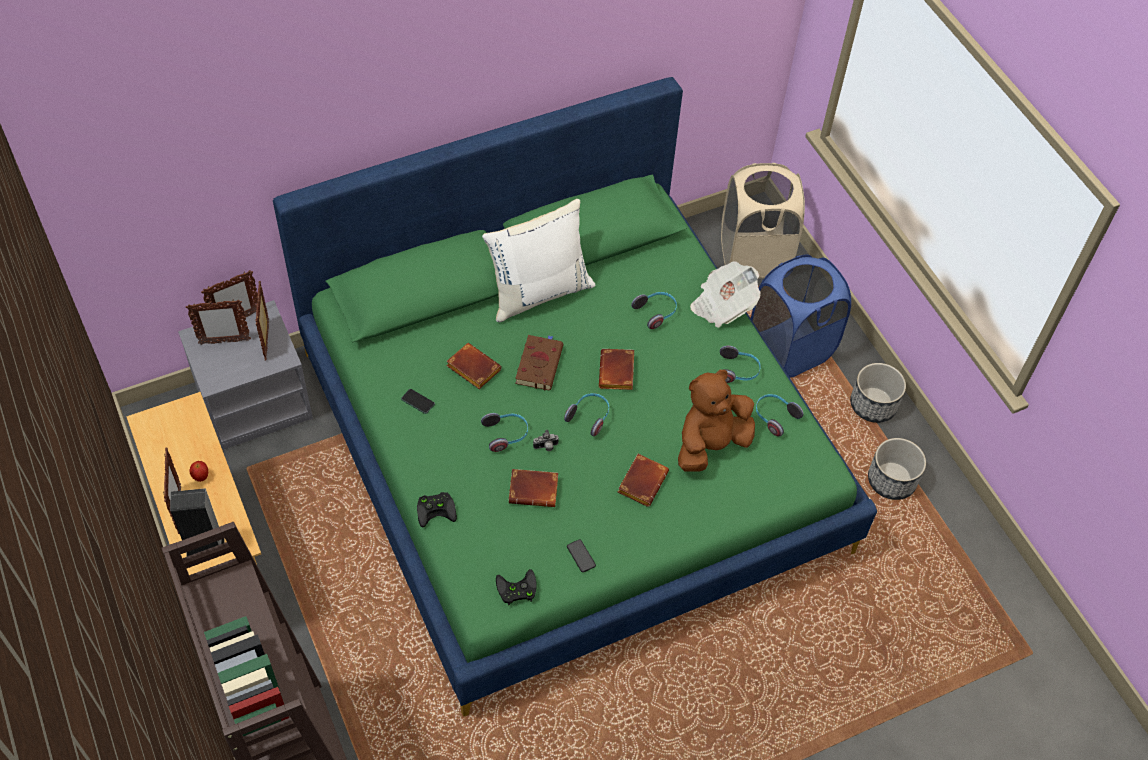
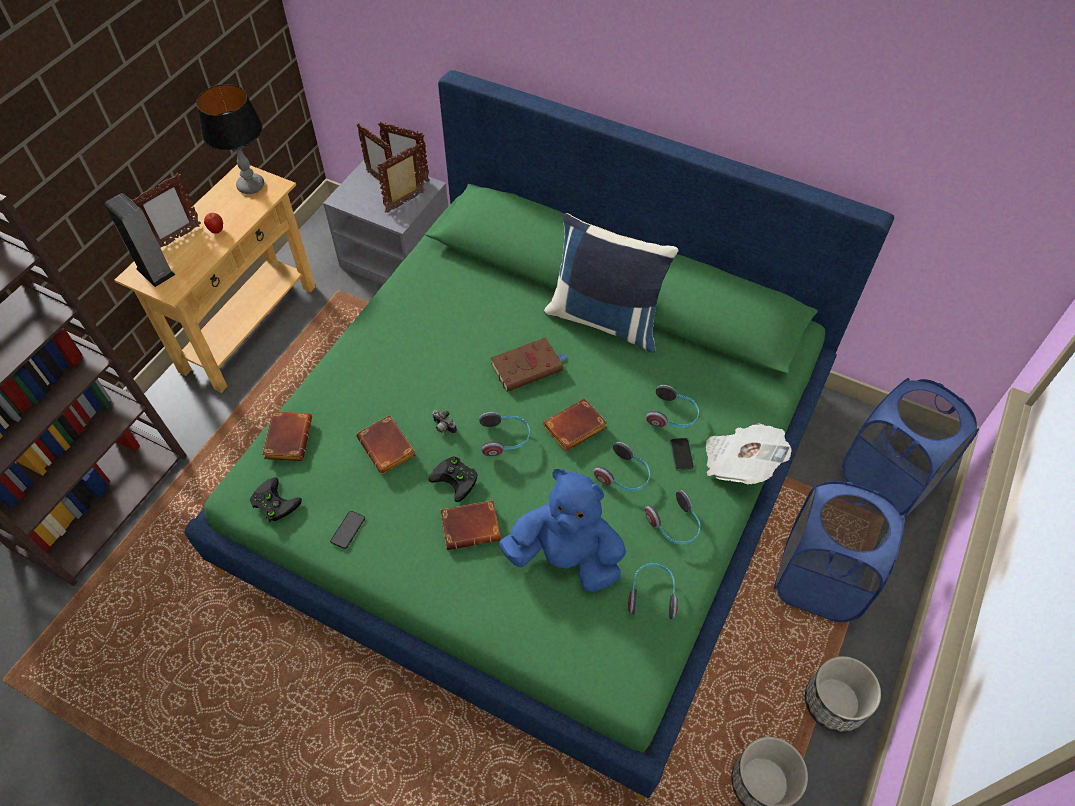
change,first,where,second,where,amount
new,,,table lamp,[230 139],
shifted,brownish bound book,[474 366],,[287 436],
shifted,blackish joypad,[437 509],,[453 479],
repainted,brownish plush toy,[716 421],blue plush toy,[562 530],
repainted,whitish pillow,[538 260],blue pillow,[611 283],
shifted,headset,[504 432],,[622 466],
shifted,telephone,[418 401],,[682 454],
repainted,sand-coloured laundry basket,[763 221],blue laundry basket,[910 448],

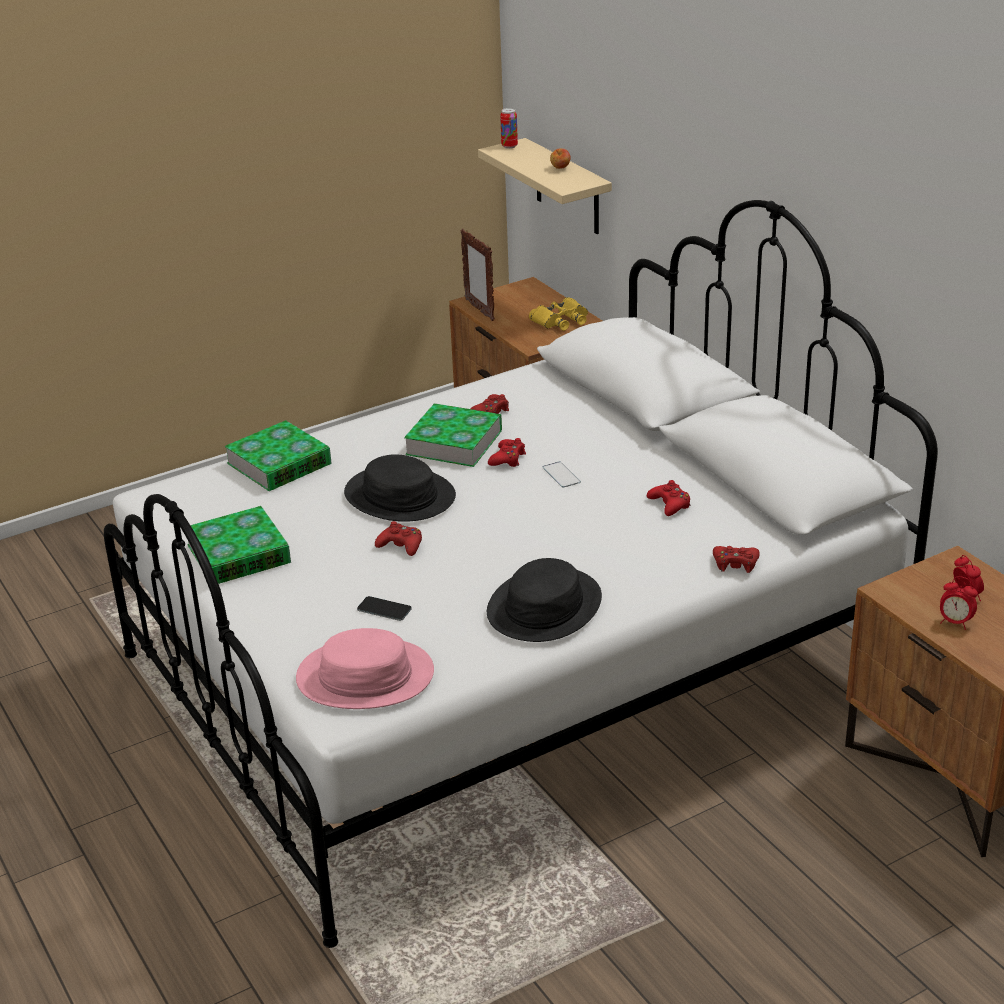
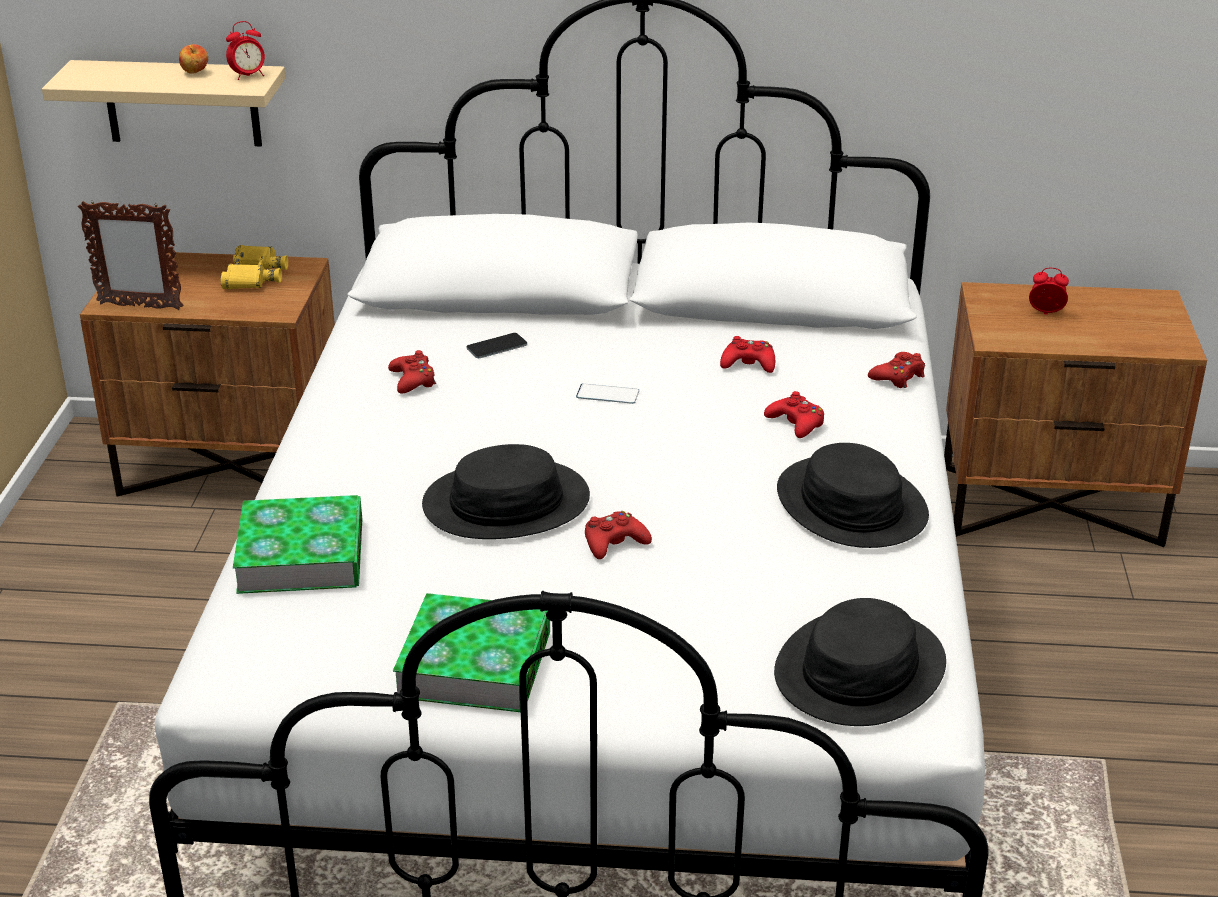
change,first,where,second,where,amount
shifted,table clock,[959 603],,[245 50],
shifted,telephone,[384 608],,[496 345],
shifted,red-coloured joypad,[507 452],,[794 414],
repainted,pink-coloured hat,[365 668],blackish hat,[860 662],
gone,bound book,[453 435],,,
gone,metal can,[509 128],,,

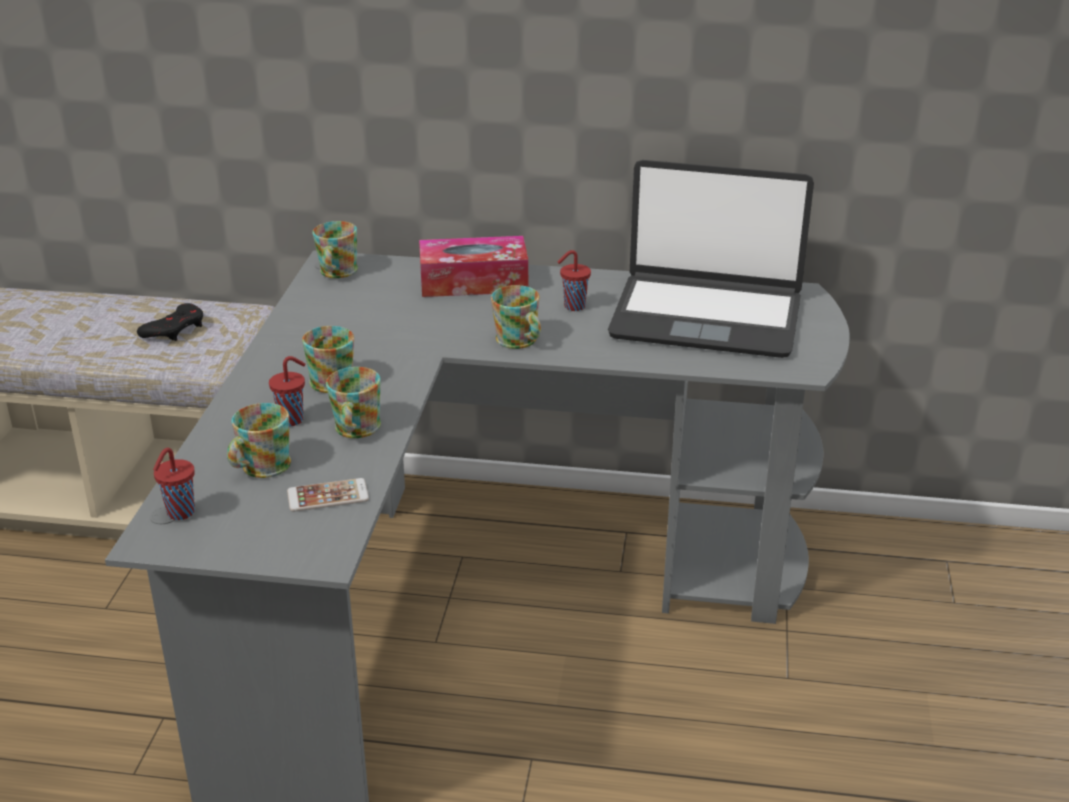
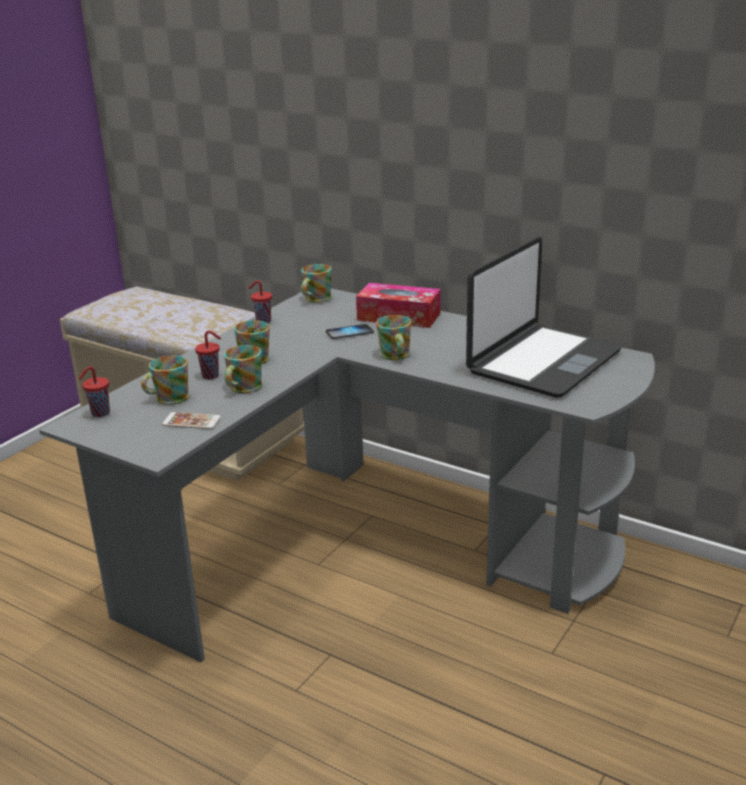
change,first,where,second,where,amount
shifted,red-coloured drinking cup,[574 280],,[260 301],
new,,,telephone,[350 331],
rotated,notebook computer,[711 259],,[544 317],90 degrees counterclockwise
gone,blackish joypad,[170 322],,,

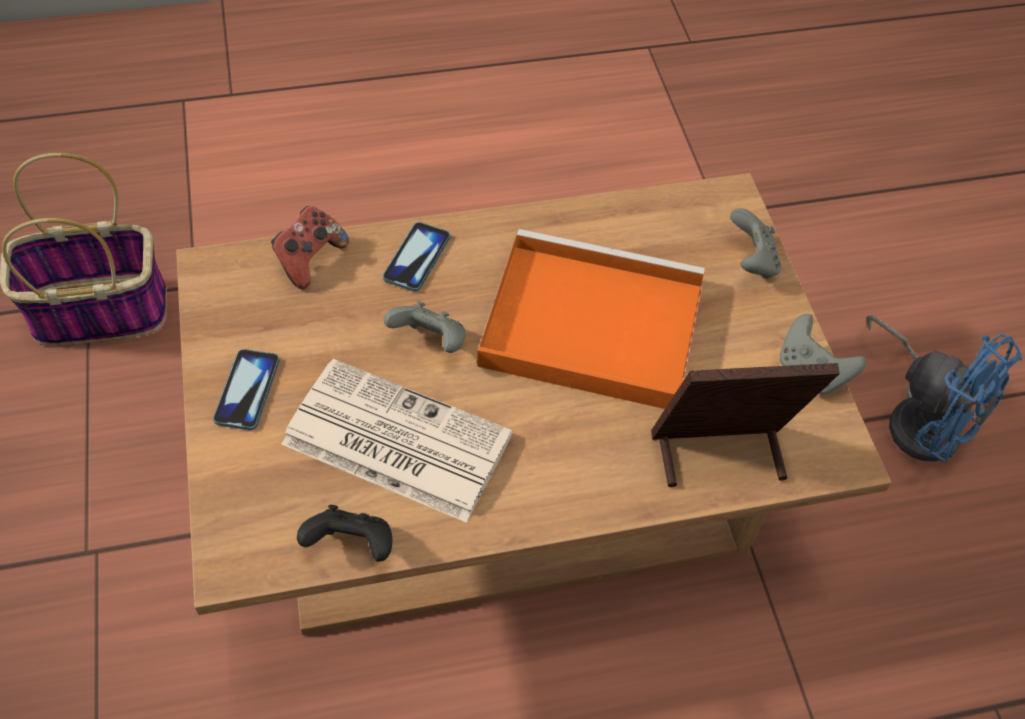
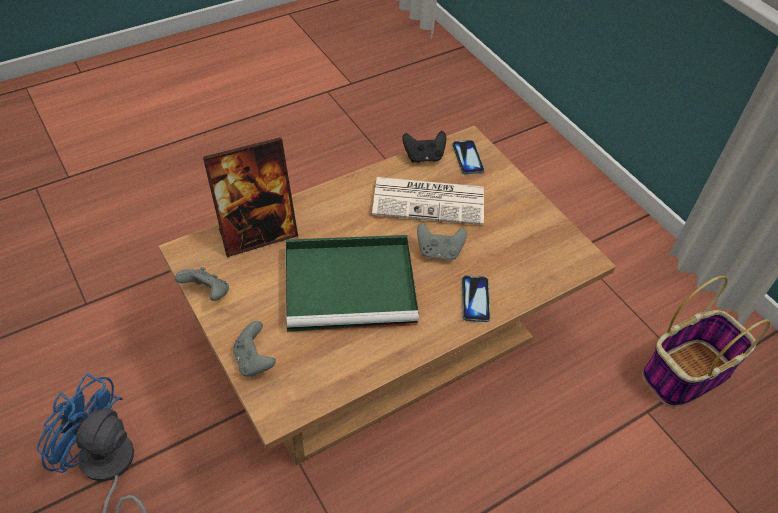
change,first,where,second,where,amount
repainted,orangey serving tray,[591 319],green serving tray,[352 283],
shifted,telephone,[246 389],,[468 157],
gone,joypad,[310 247],,,

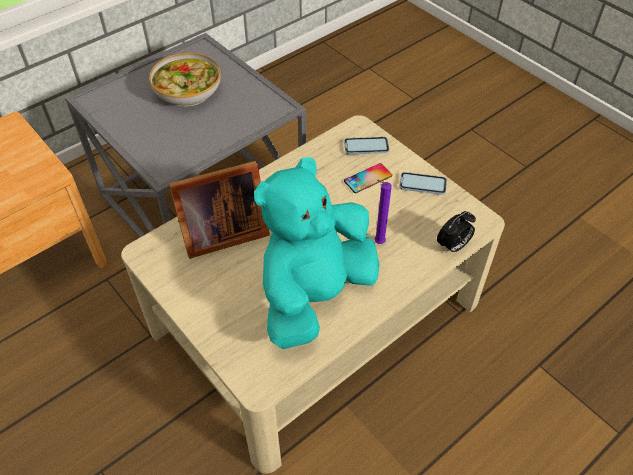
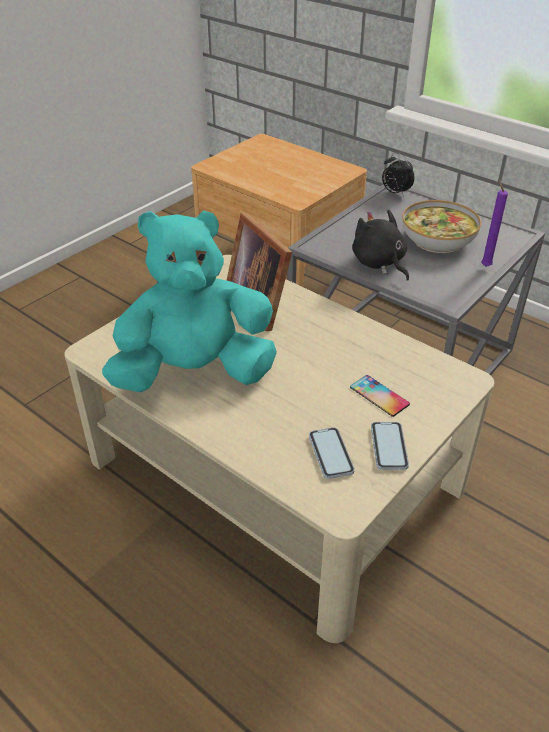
change,first,where,second,where,amount
rotated,turquoise-coloured plush toy,[317 253],,[189 301],45 degrees counterclockwise
shifted,telephone,[366 146],,[332 453],
new,,,blackish plush toy,[380 245],
shifted,table clock,[456 232],,[398 175],
shifted,purplish wax candle,[383 212],,[494 223],

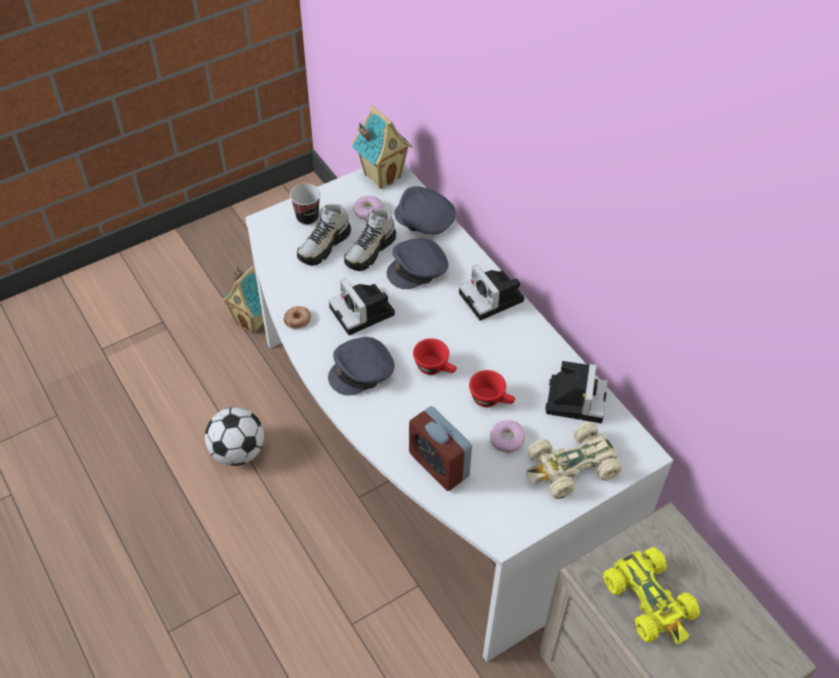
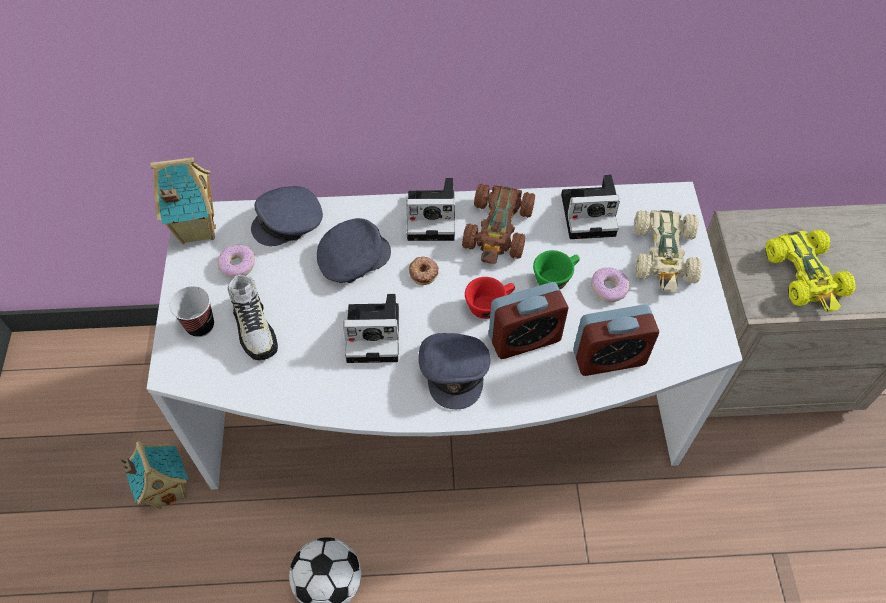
change,first,where,second,where,amount
rotated,grey peaked cap,[418 263],,[354 250],120 degrees counterclockwise
shifted,doughnut,[297 317],,[424 270],
new,,,brownish miniature car,[498 224],
new,,,table clock,[528 320],
repainted,red-coloured drinking cup,[492 388],green drinking cup,[556 269],
rotated,still camera,[576 392],,[590 206],135 degrees clockwise
rotated,yellow-coloured miniature car,[651 595],,[810 270],75 degrees clockwise
gone,item of footwear,[370 240],,,

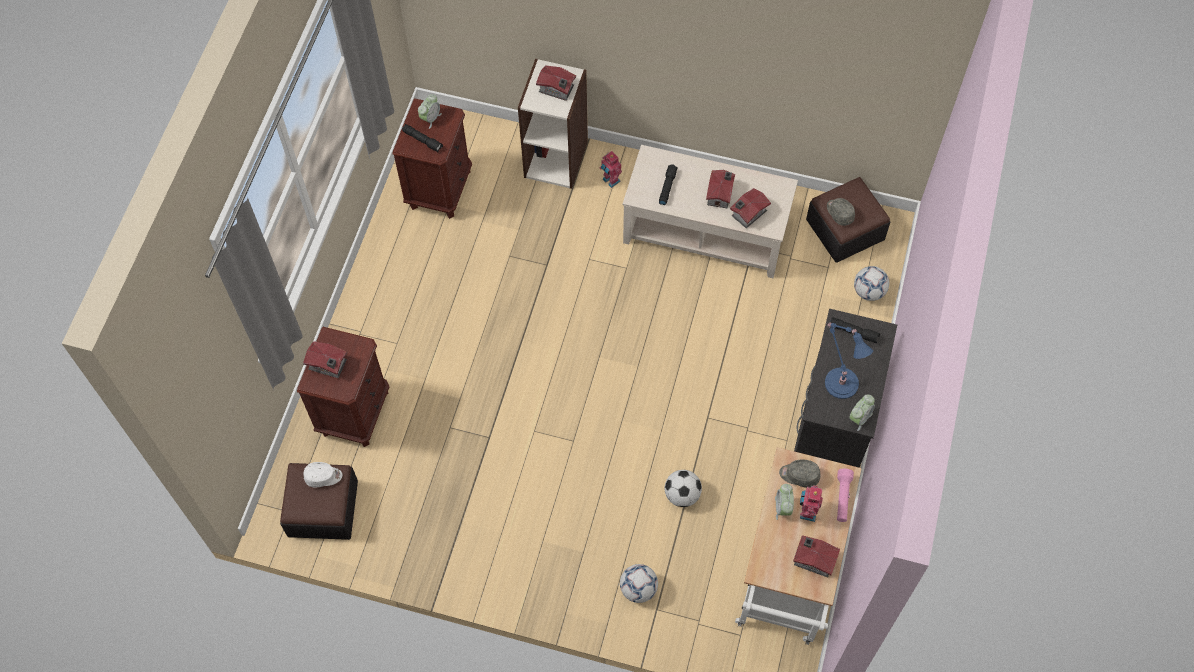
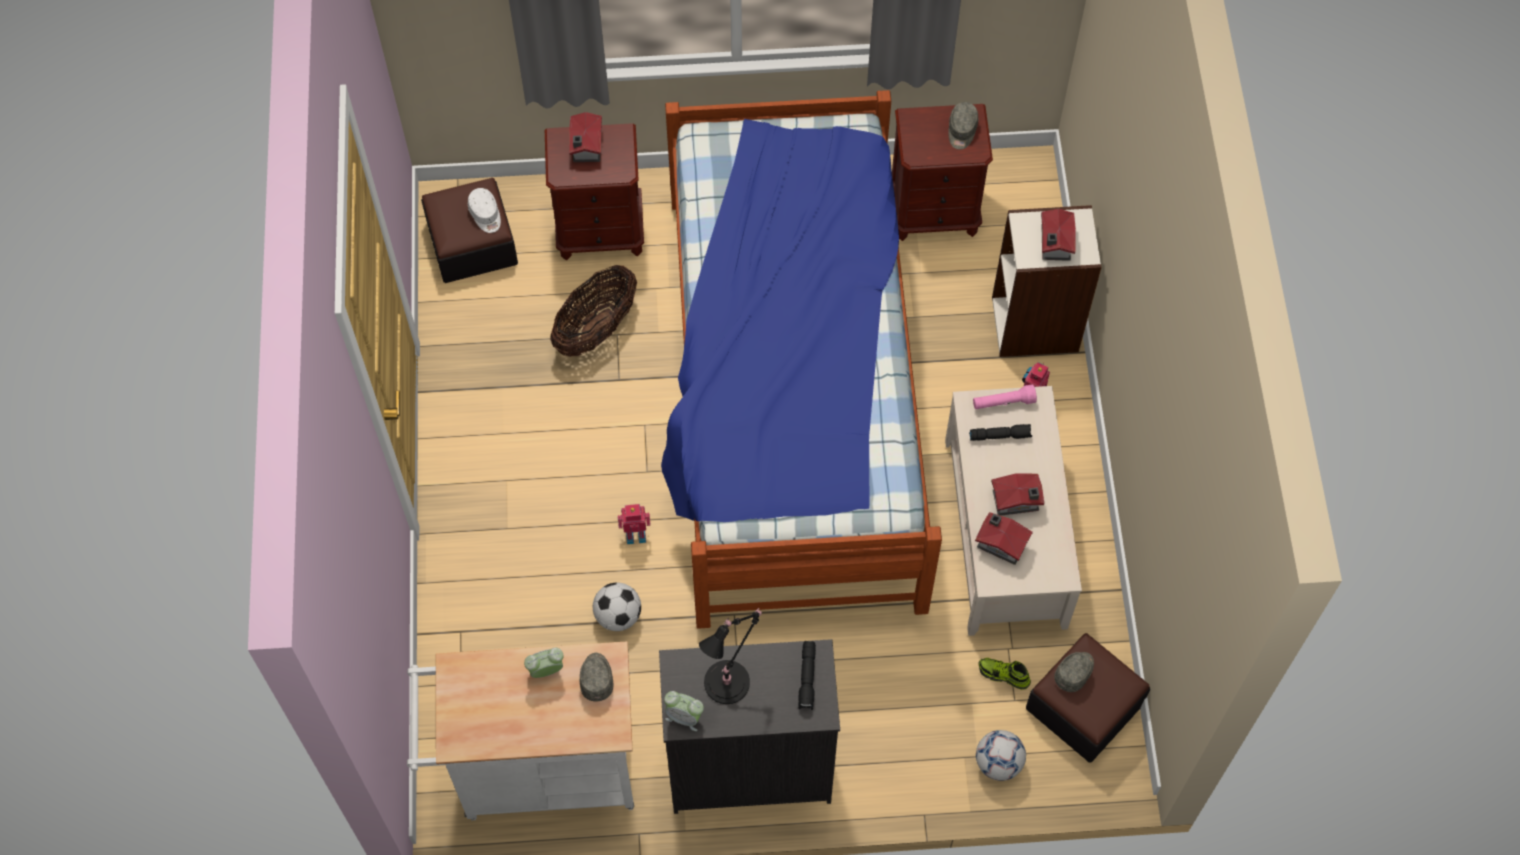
change,first,where,second,where,amount
new,,,storage basket,[593 311],
shifted,robot figure,[811 503],,[634 524],
new,,,sleeping bed,[801 359],
repainted,blue table lamp,[849 361],blackish table lamp,[730 656],
swapped,table clock,[430 111],grey peaked cap,[963 125],
shifted,pink-coloured torch,[845 495],,[1005 396],
new,,,item of footwear,[1004 674],
gone,blackish torch,[422 138],,,
gone,football,[639 583],,,
gone,miniature house,[816 556],,,

